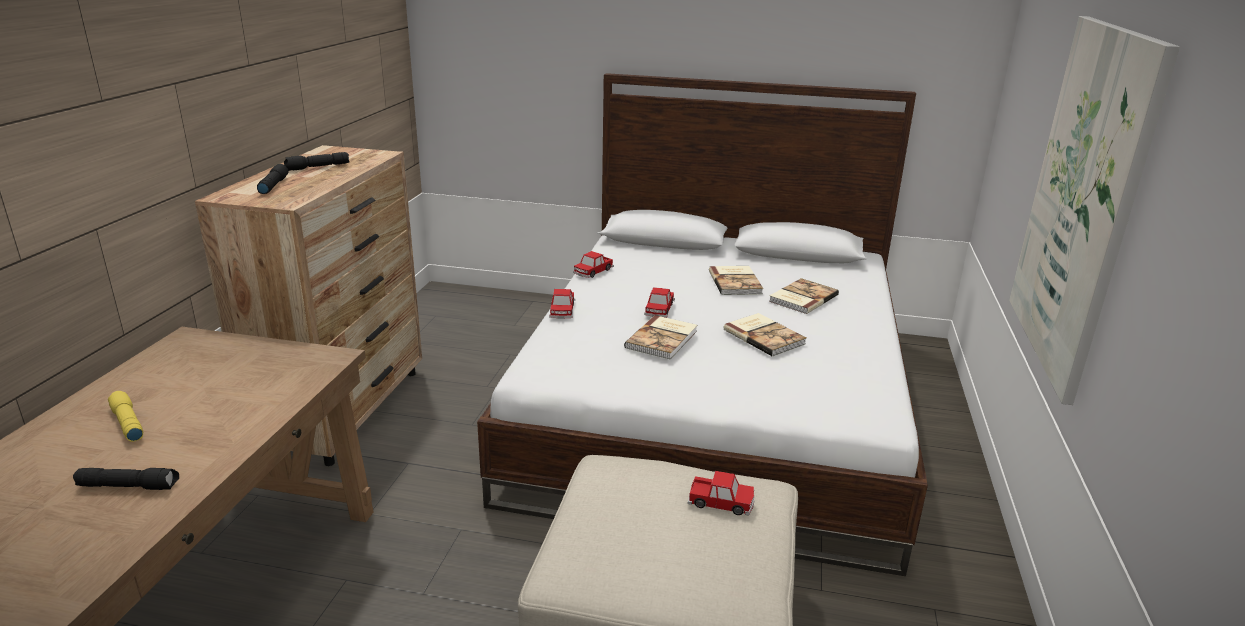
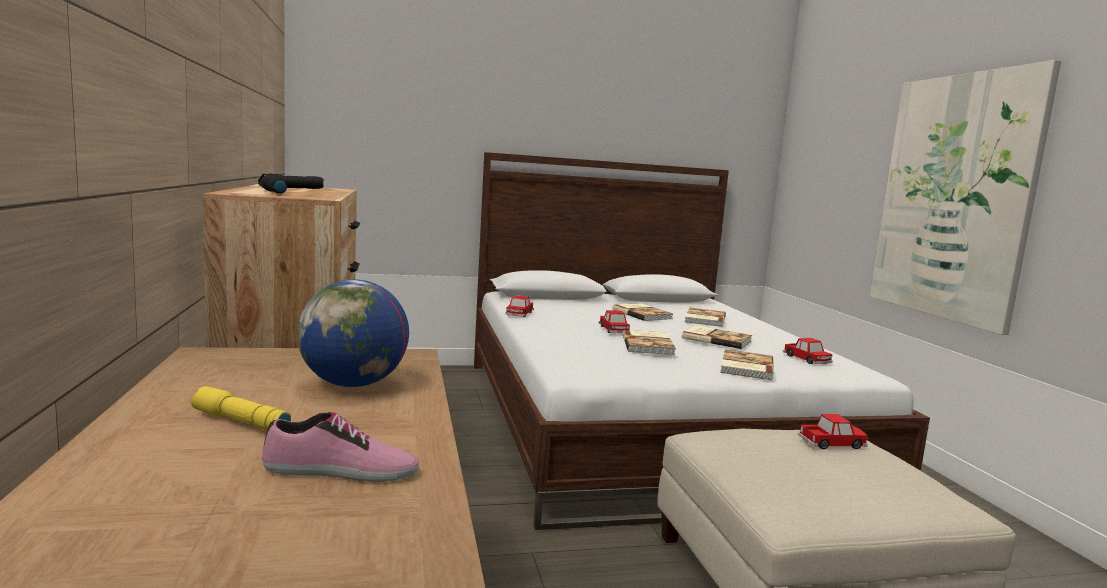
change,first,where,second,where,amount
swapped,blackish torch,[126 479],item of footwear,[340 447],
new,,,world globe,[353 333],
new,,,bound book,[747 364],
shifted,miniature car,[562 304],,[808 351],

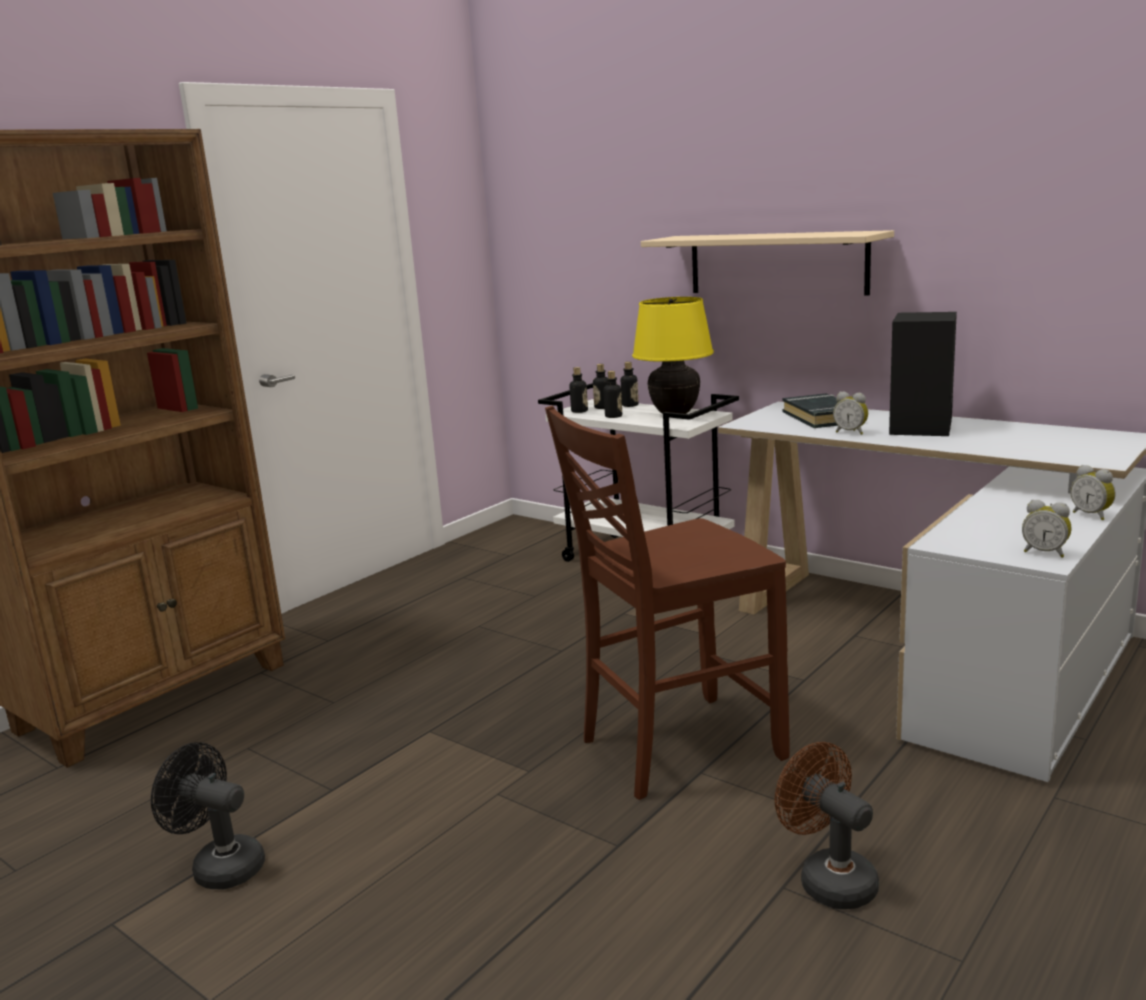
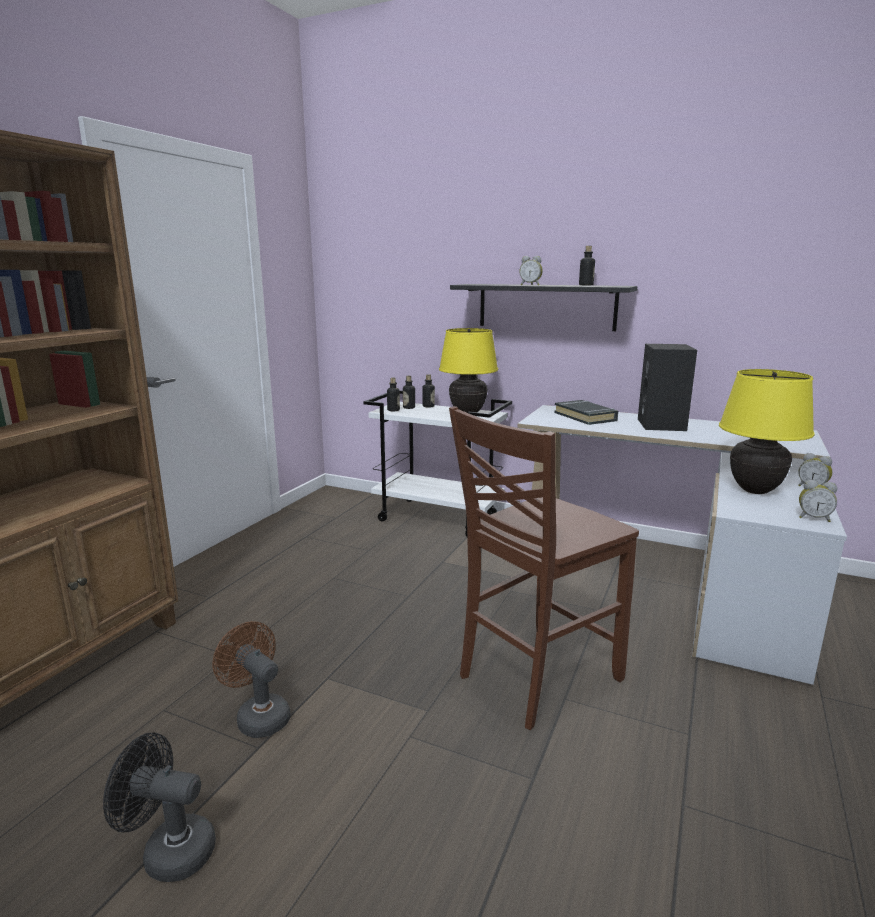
change,first,where,second,where,amount
shifted,brownish cooling fan,[826 825],,[251 679],
repainted,sand-coloured wall shelf,[767 262],blackish wall shelf,[543 307],
shifted,table clock,[850 413],,[531 270],
shifted,drink bottle,[612 394],,[587 265],
new,,,yellow-coloured table lamp,[767 431],

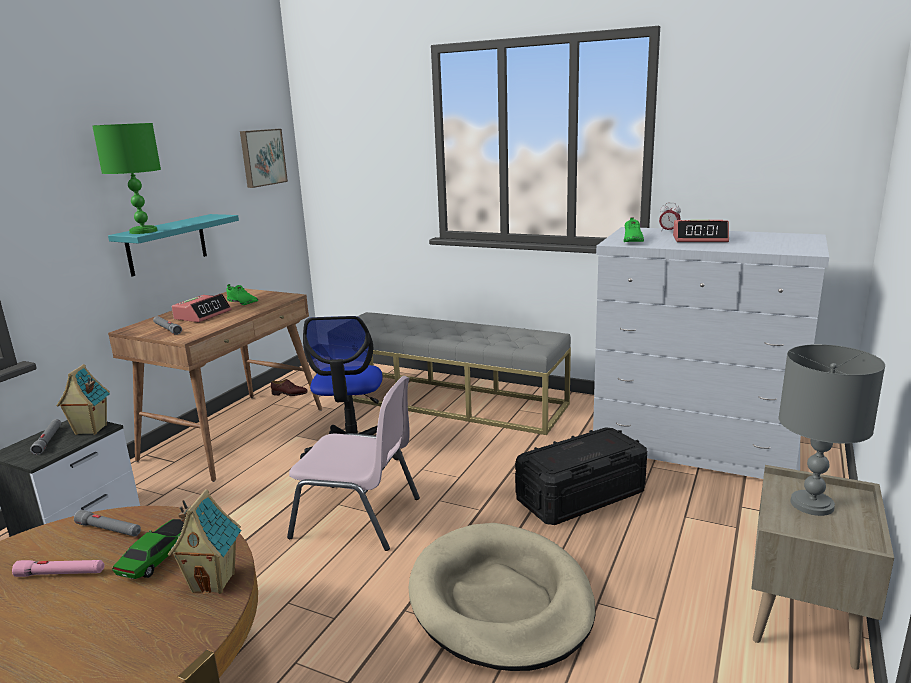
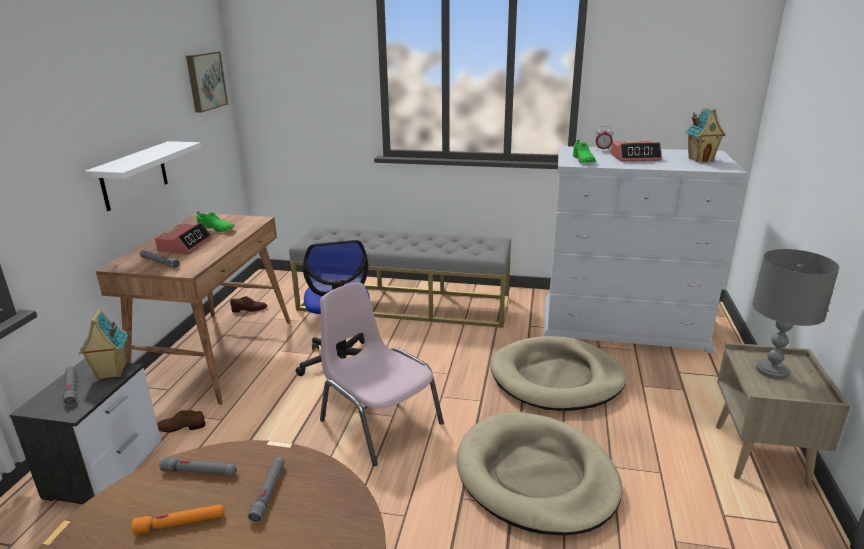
change,first,where,second,where,amount
repainted,turquoise-coloured wall shelf,[173 245],whitish wall shelf,[142 176],
repainted,pink-coloured torch,[58 568],orangey torch,[178 519],
new,,,brownish item of footwear,[181 421],
swapped,miniature car,[148 549],grey torch,[266 490],
rotated,pink-coloured chair,[353 463],,[382 374],135 degrees counterclockwise
swapped,blackish storage container,[581 476],sand-coloured pet bed,[558 373],
shifted,miniature house,[205 541],,[705 134],
gone,green table lamp,[126 178],,,

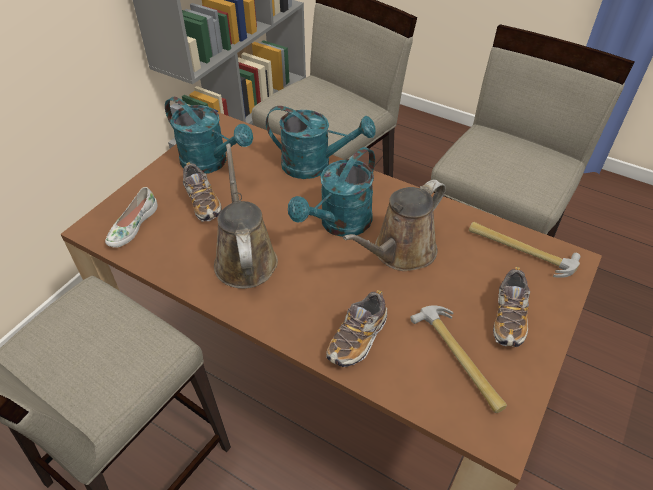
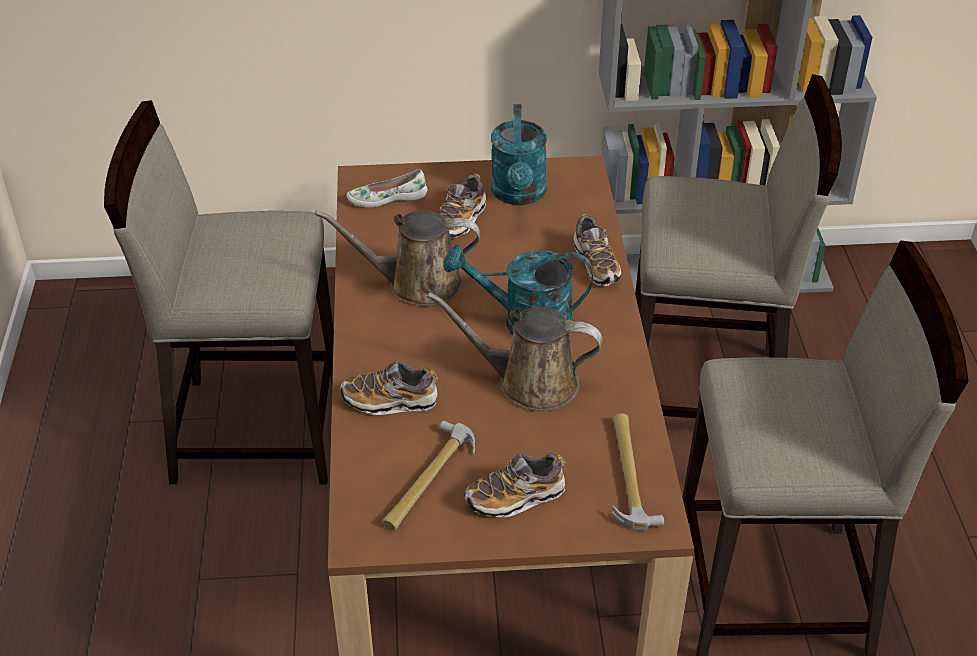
change,first,where,second,where,amount
rotated,brownish sprinkling can,[246 216],,[397 258],135 degrees counterclockwise
swapped,turquoise-coloured sprinkling can,[321 142],item of footwear,[597 250],

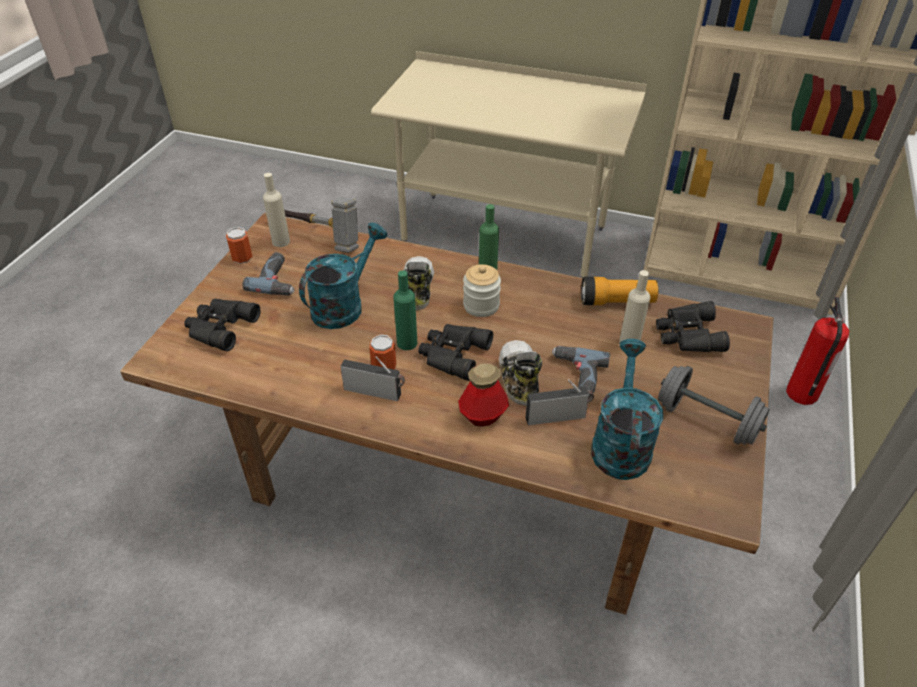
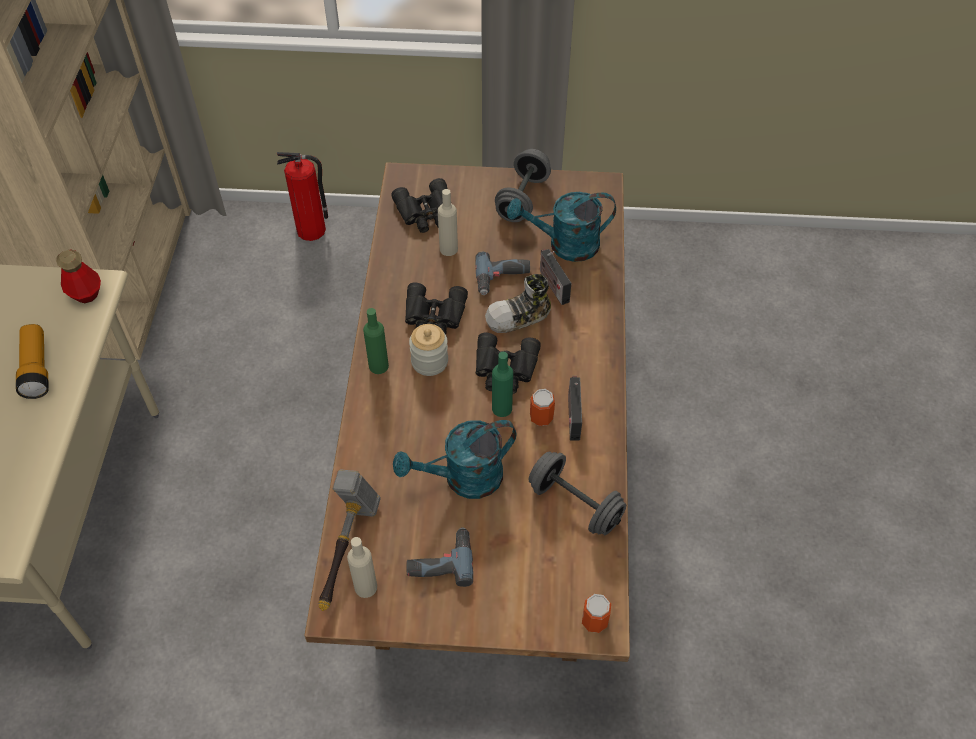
change,first,where,second,where,amount
shifted,torch,[620 291],,[32 361],
shifted,drink bottle,[483 395],,[78 276],
rotated,turquoise-coloured sprinkling can,[343 276],,[454 459],45 degrees counterclockwise
shifted,blackish pair of binoculars,[222 325],,[436 308],
new,,,grey free weight,[577 493],
shifted,metal can,[239 245],,[596 613],
gone,item of footwear,[419 283],,,

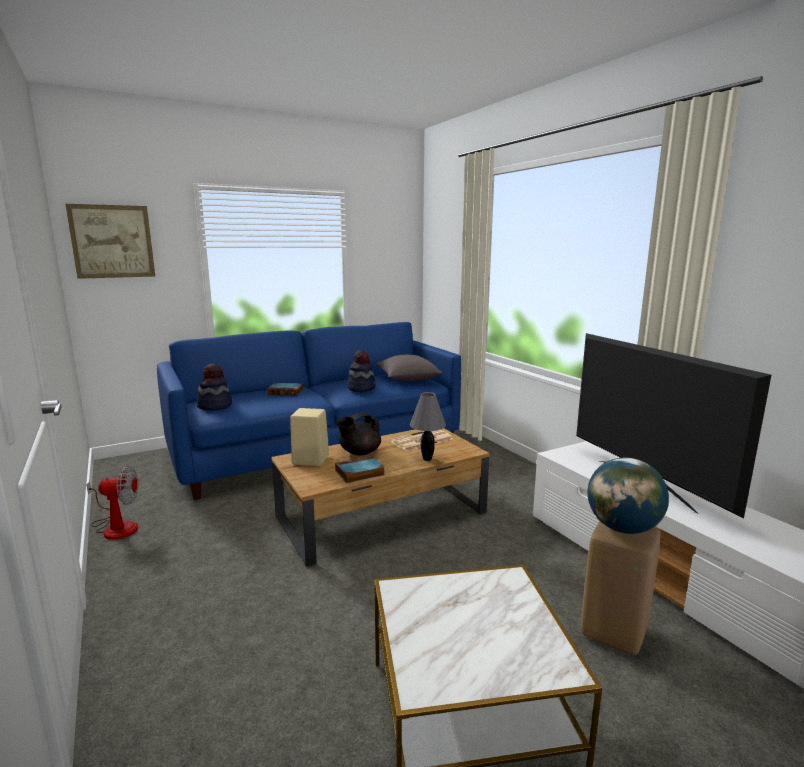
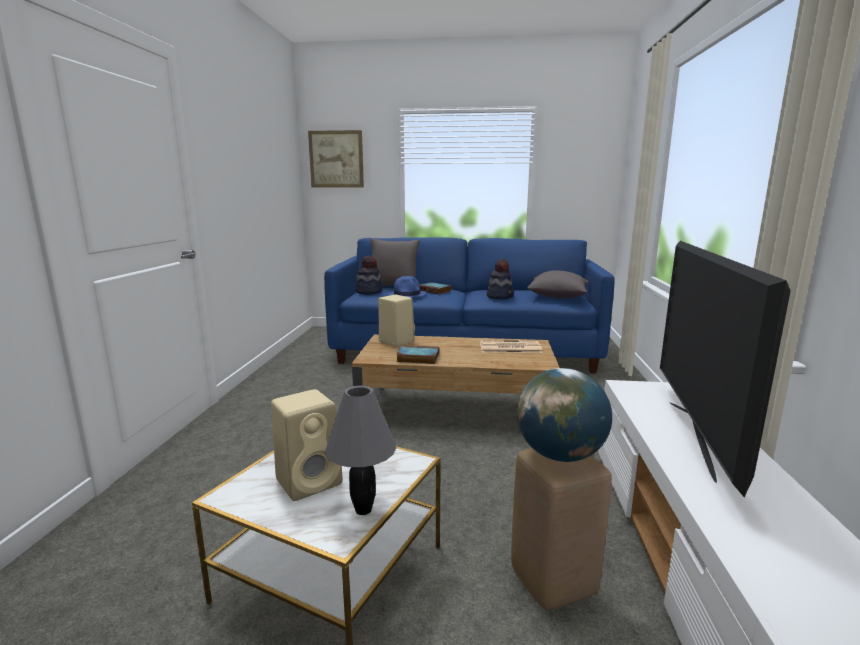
change,first,where,second,where,amount
new,,,sand-coloured audio speaker,[307 445],
shifted,grey table lamp,[428 426],,[360 450],
new,,,grey pillow,[395 262],
new,,,blue hat,[407 287],
gone,cooling fan,[113 503],,,
gone,blackish teapot,[359 434],,,

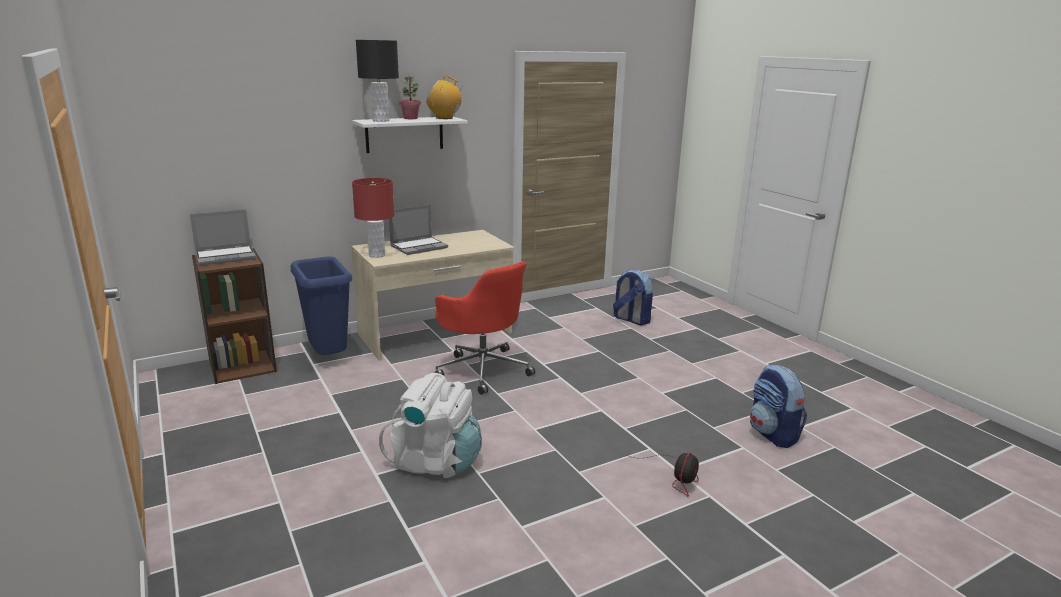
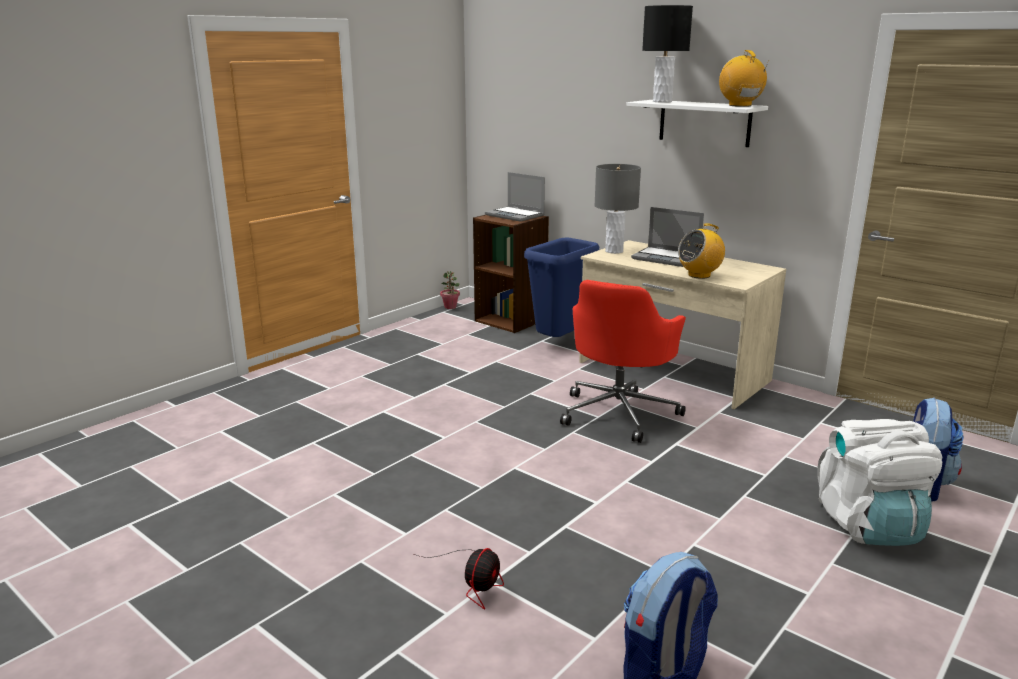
change,first,where,second,where,amount
rotated,cooling fan,[663 474],,[458 579],75 degrees counterclockwise
shifted,potted plant,[410 97],,[450 290],
repainted,red-coloured table lamp,[373 218],grey table lamp,[617 209],
new,,,radio,[701 251],
shifted,whitish knapsack,[430 425],,[879 482],

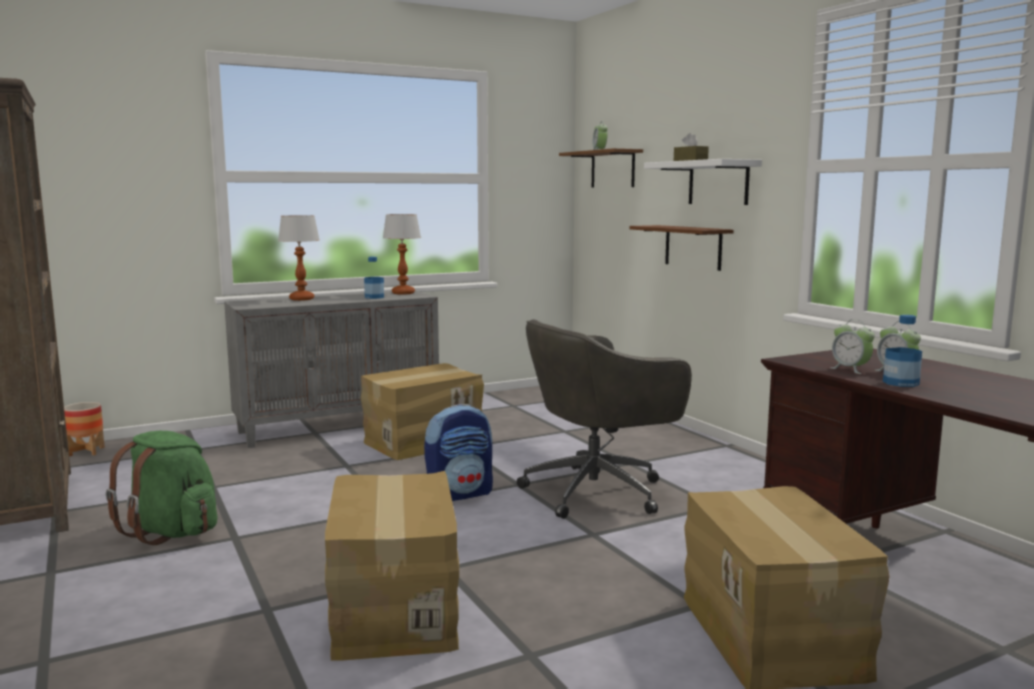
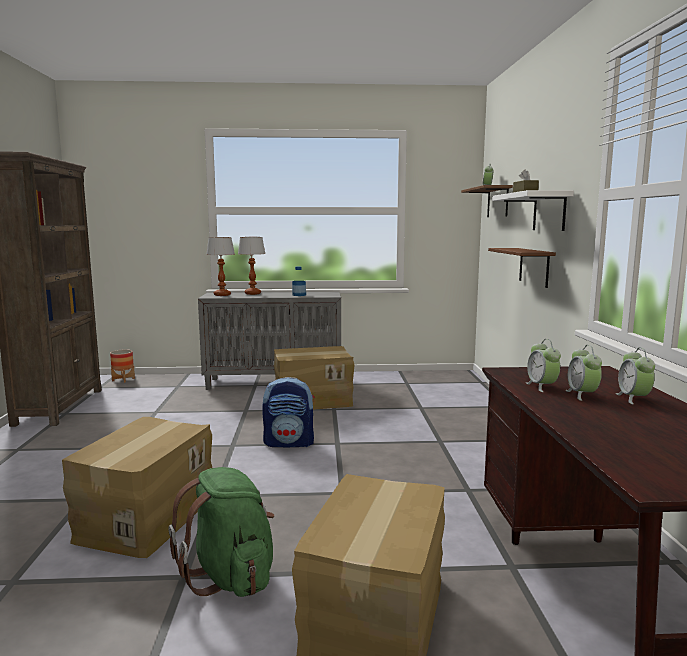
change,first,where,second,where,amount
shifted,green knapsack,[161 488],,[221 532],
shifted,table lamp,[402 254],,[220 266],
new,,,table clock,[635 375],
gone,grey computer chair,[604 419],,,
gone,drink bottle,[902 351],,,

